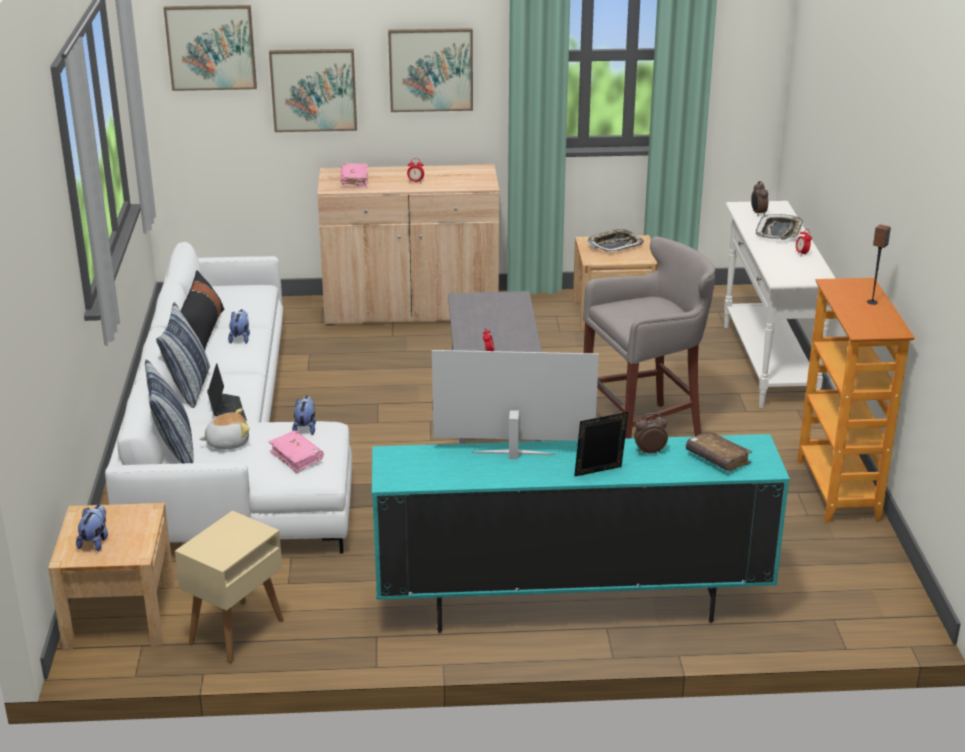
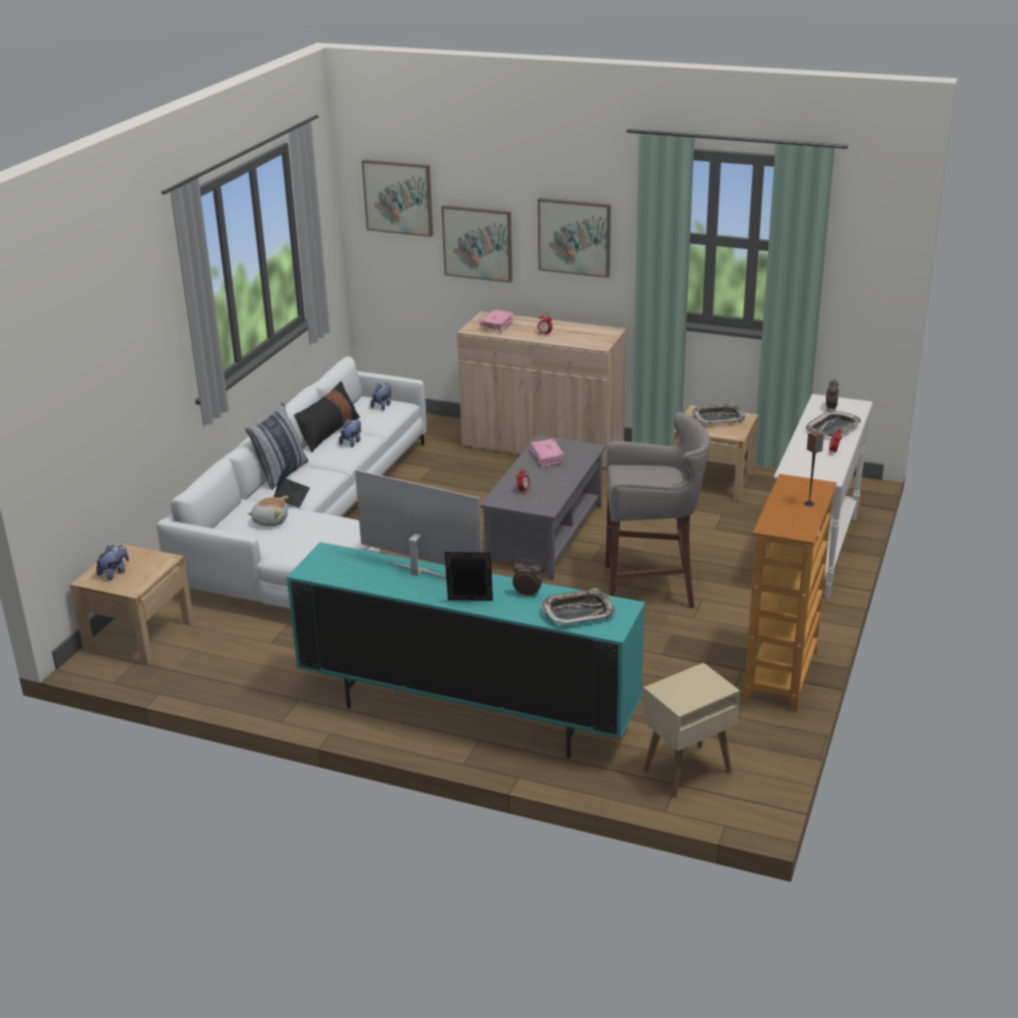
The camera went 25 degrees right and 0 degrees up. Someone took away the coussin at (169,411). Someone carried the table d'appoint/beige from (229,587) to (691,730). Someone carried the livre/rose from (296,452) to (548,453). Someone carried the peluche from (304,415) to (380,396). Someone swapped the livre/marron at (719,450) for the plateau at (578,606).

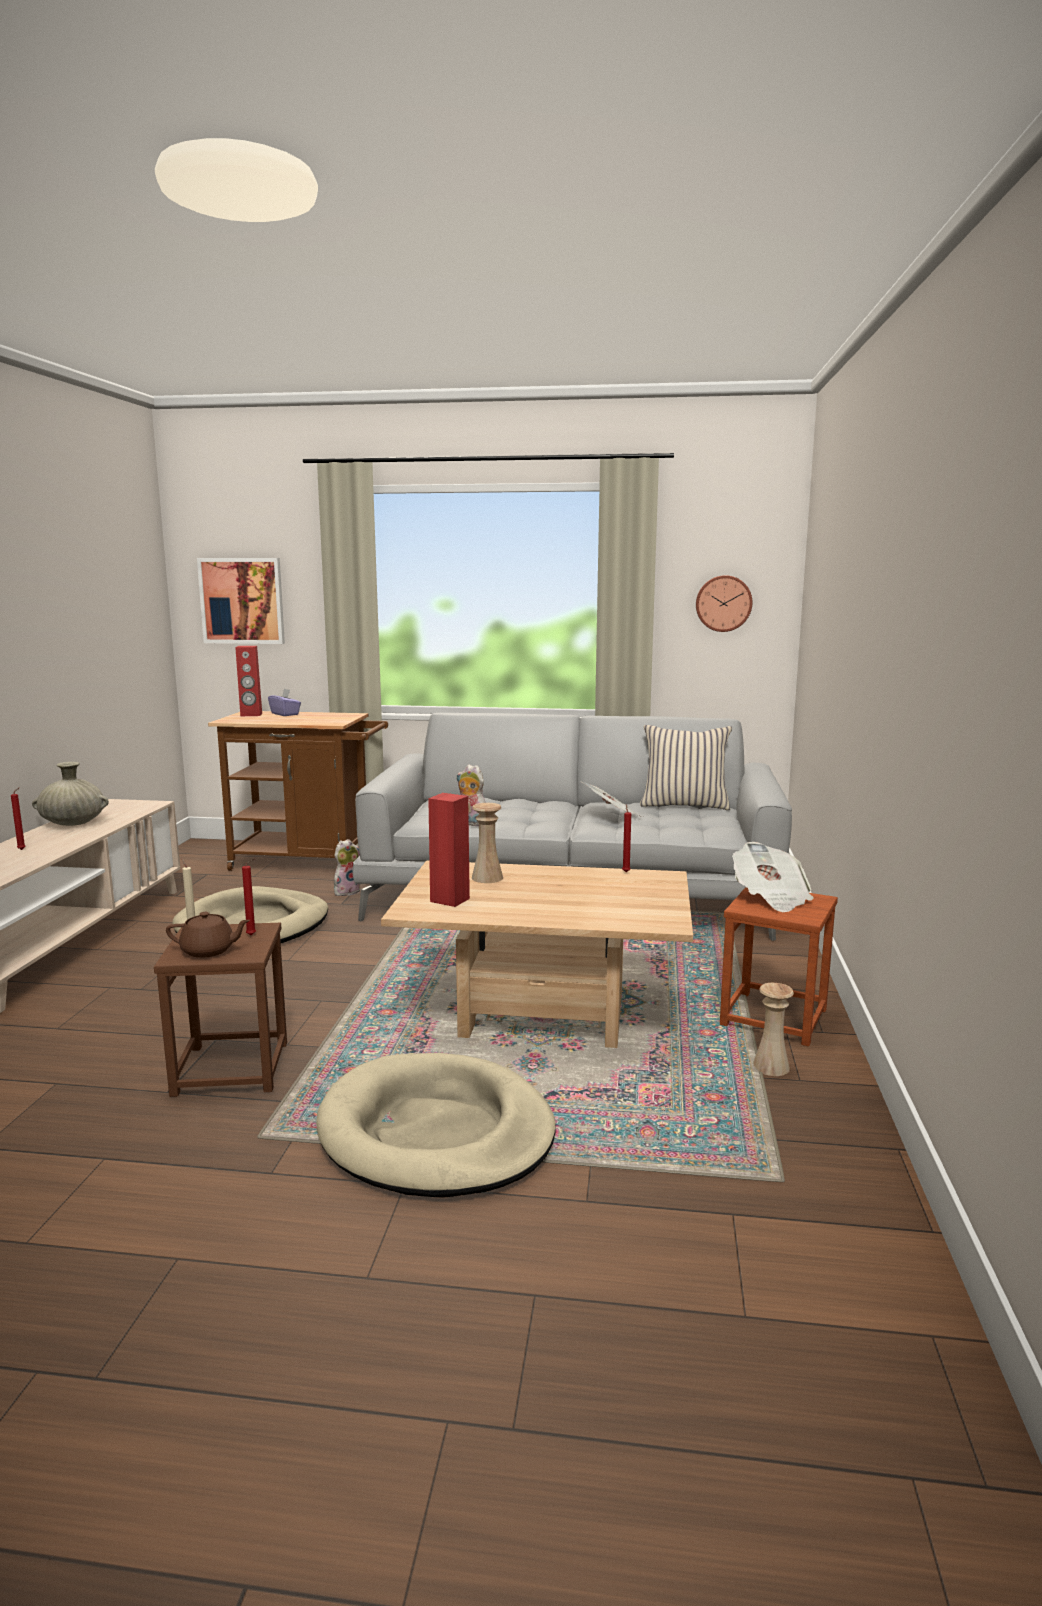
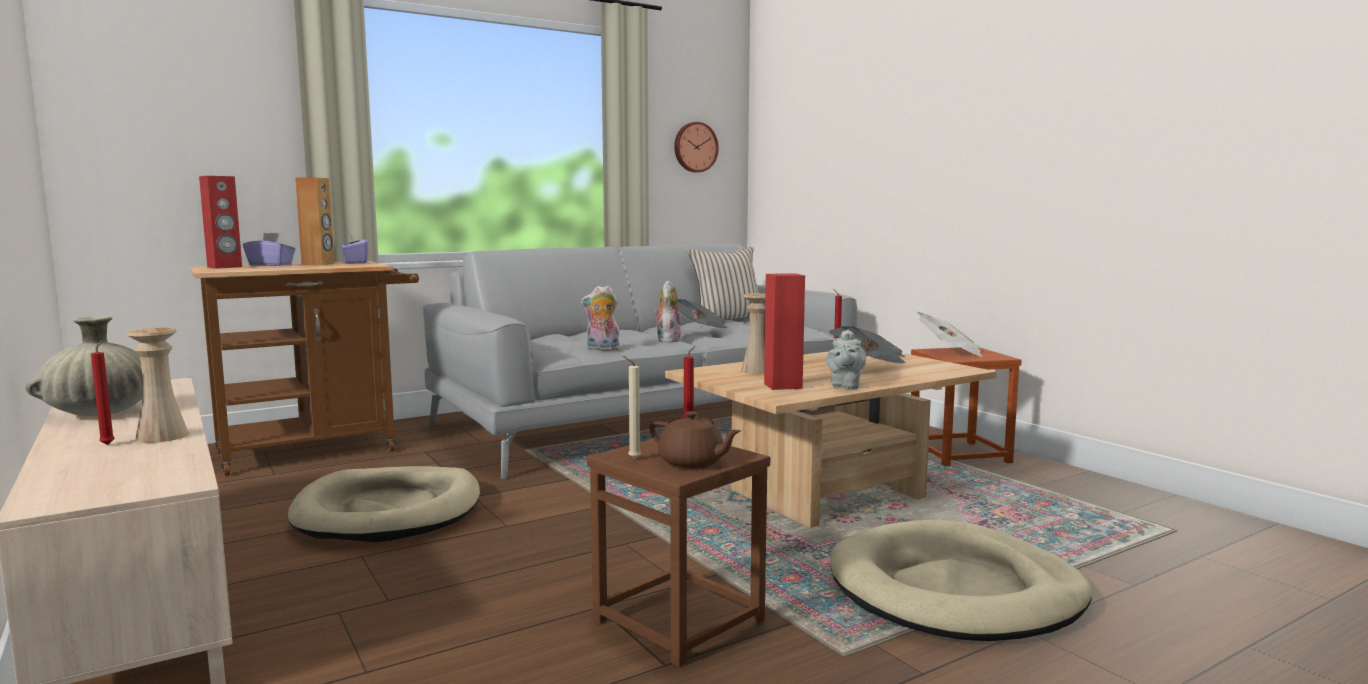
The camera went 40 degrees left and 5 degrees down. Someone rotated the théière/marron at (208,935) by 75 degrees clockwise. Someone took away the tableau at (241,601). Someone carried the peluche from (347,867) to (667,311). Someone carried the vase/beige from (773,1029) to (158,385). Someone put down the enceinte/marron at (315,221). Someone put down the boîte à mouchoirs/violet at (354,247). Someone put down the théière/gris at (846,359). Someone put down the journal at (867,344).

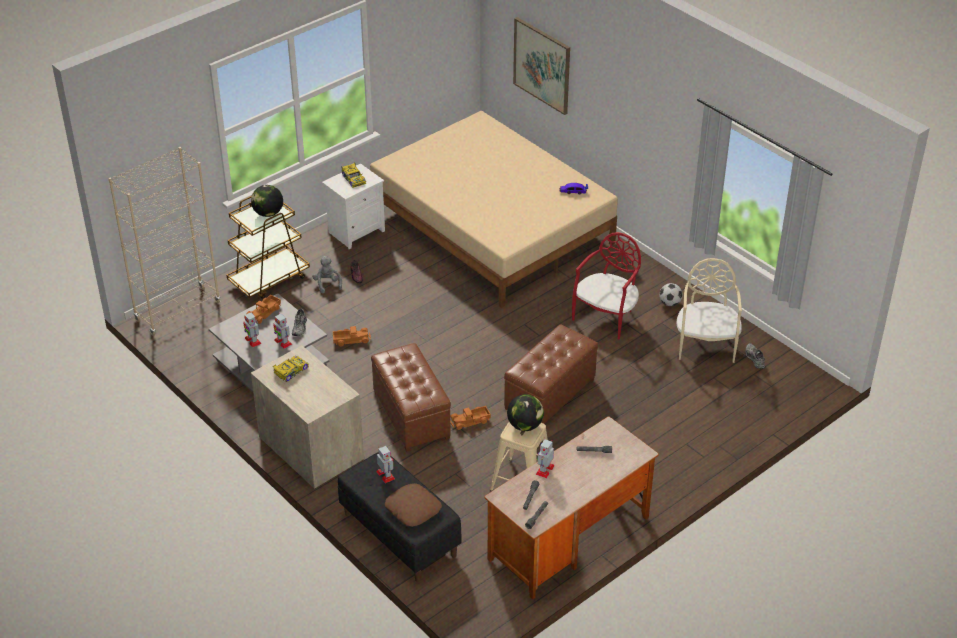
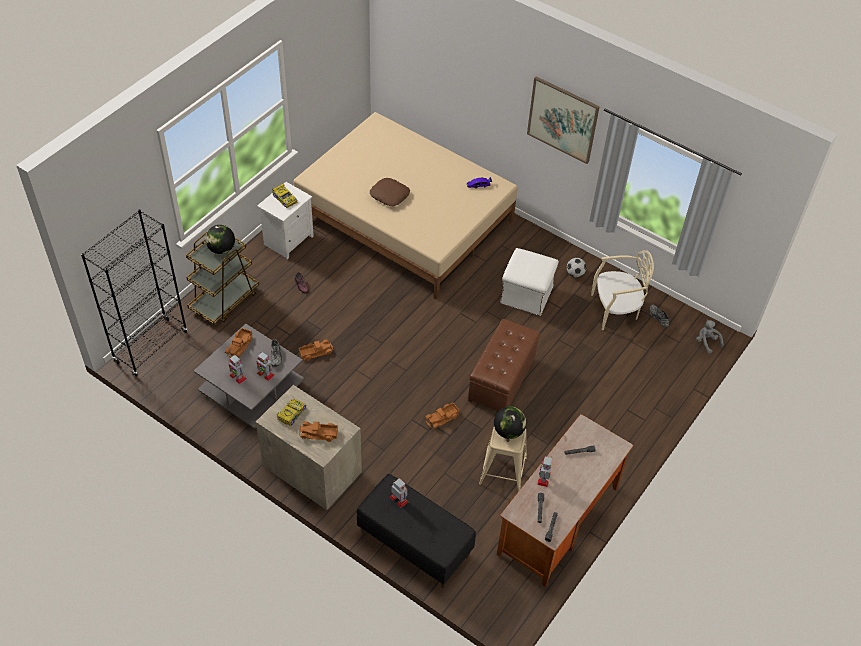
The camera went 15 degrees left and 10 degrees up. Someone repainted the bibliothèque/beige at (164,241), which became the bibliothèque/noir at (134,292). Someone carried the peluche/gris from (327,275) to (710,337). Someone took away the pouf/marron at (411,397). Someone carried the coussin/marron from (413,505) to (390,192). Someone carried the tableau from (541,66) to (563,120). Someone swapped the chaise/rouge at (606,285) for the pouf/blanc at (529,282). Someone rotated the chaise/beige at (709,310) by 90 degrees clockwise. Someone put down the camion jouet at (318,431).

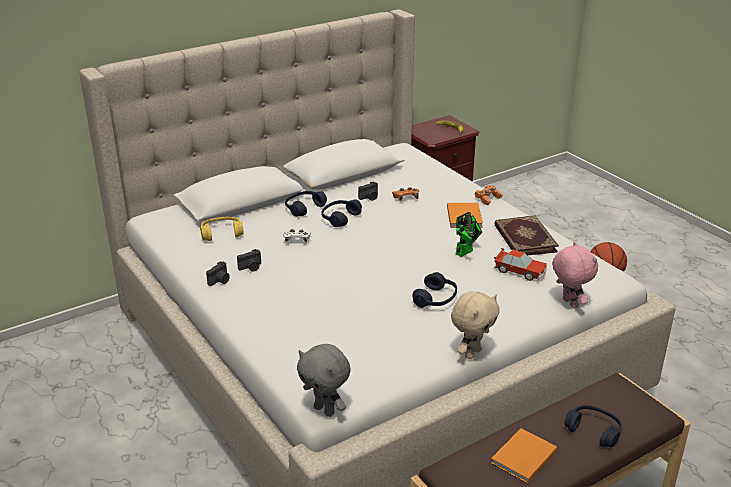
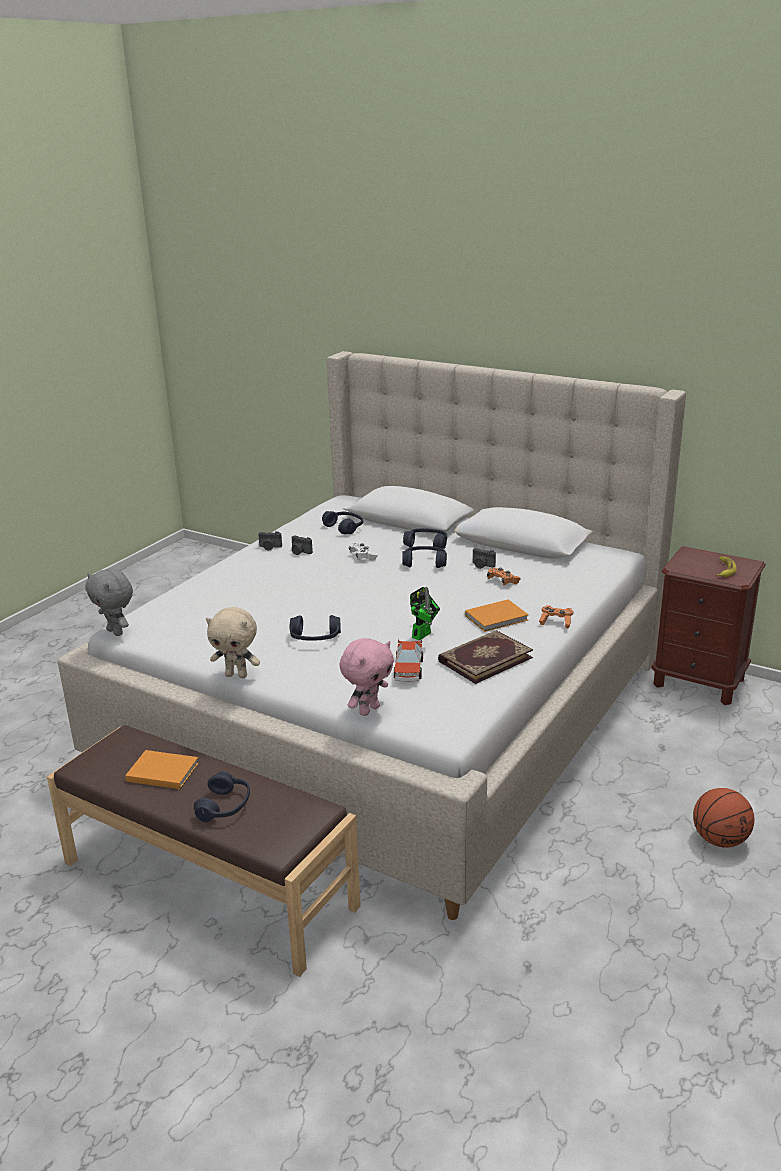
The camera went 65 degrees right and 5 degrees down. Someone repainted the casque audio/jaune at (222,229), which became the casque audio/bleu at (342,522). Someone rotated the peluche/gris at (324,380) by 60 degrees counterclockwise. Someone rotated the robot jouet at (469,234) by 75 degrees counterclockwise.

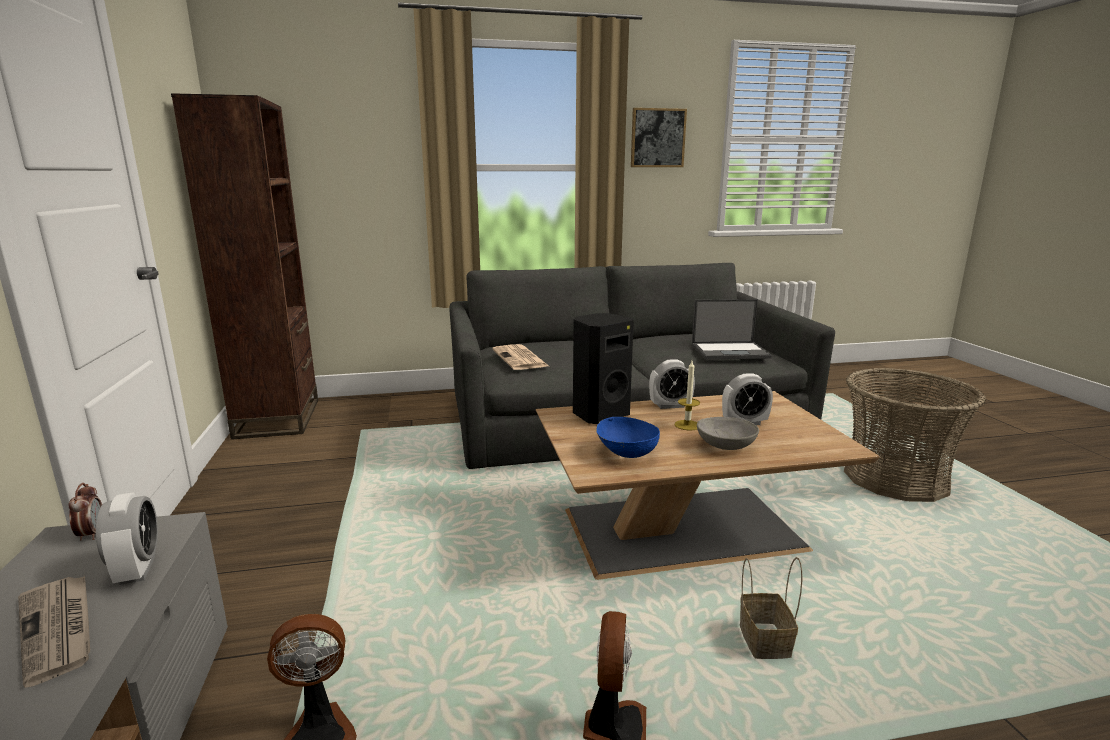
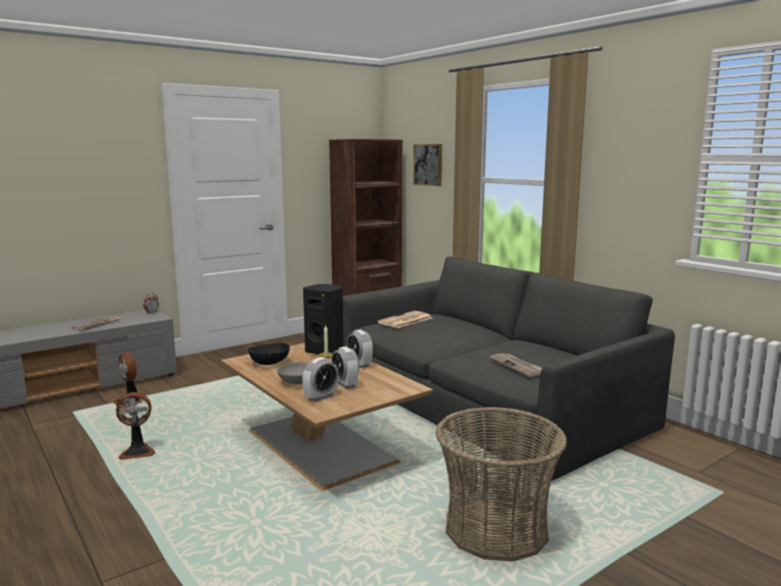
The camera went 65 degrees right and 5 degrees down. Someone carried the réveil from (127,538) to (320,379). Someone repainted the bol/bleu at (628,437), which became the bol/noir at (269,353). Someone carried the tableau from (659,137) to (427,165). Someone swapped the ordinateur portable at (732,329) for the journal at (516,365). Someone took away the panier at (771,608).

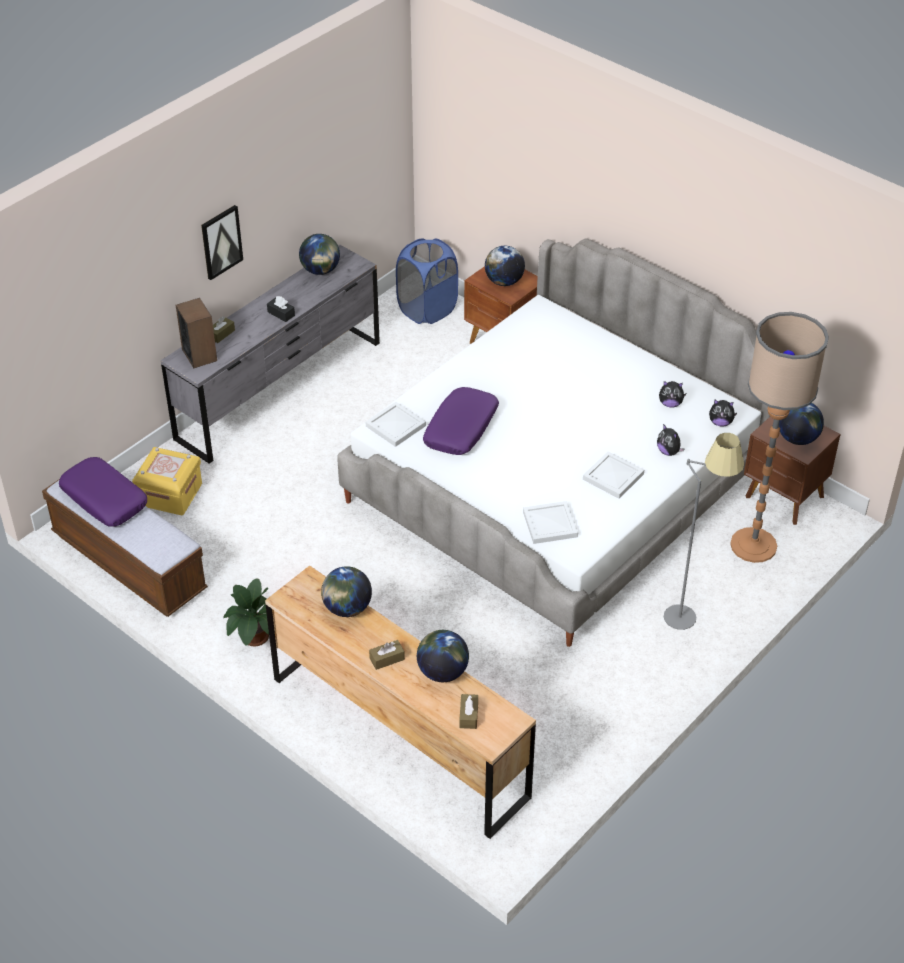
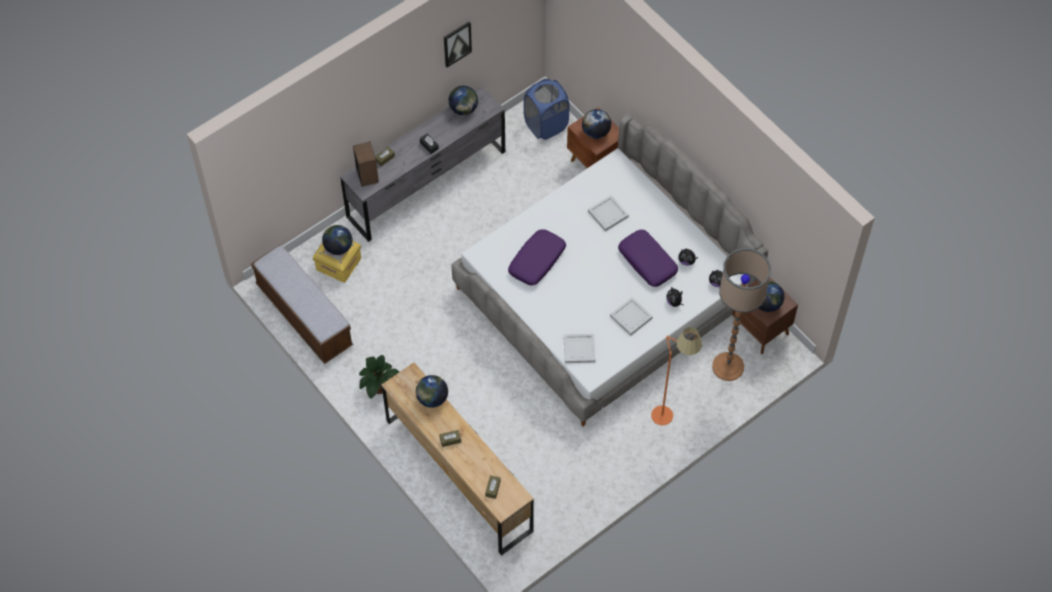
The camera went 10 degrees right and 15 degrees up. Someone carried the coussin/violet from (103,492) to (648,258). Someone carried the tableau from (222,242) to (458,44). Someone carried the plateau/blanc from (396,424) to (608,213). Someone carried the globe from (443,656) to (337,240). Someone repainted the lampadaire/gris at (704,531), which became the lampadaire/orange at (676,376).

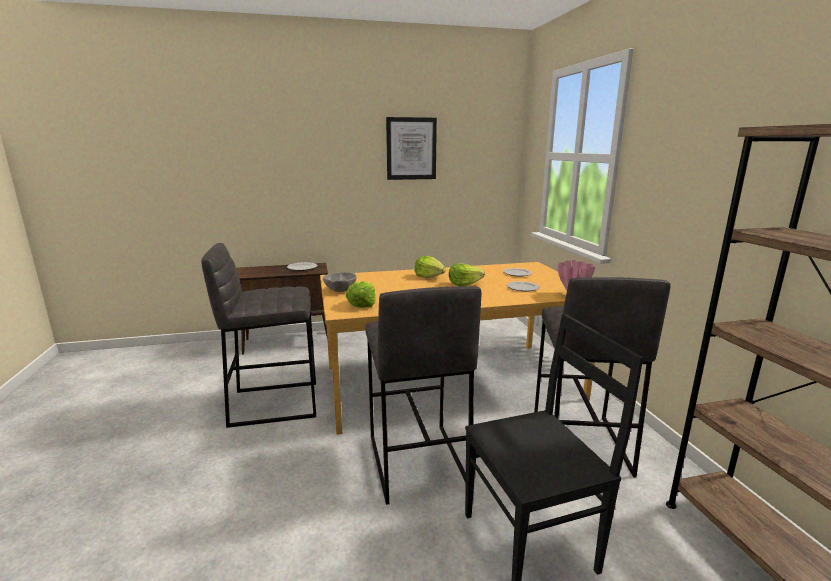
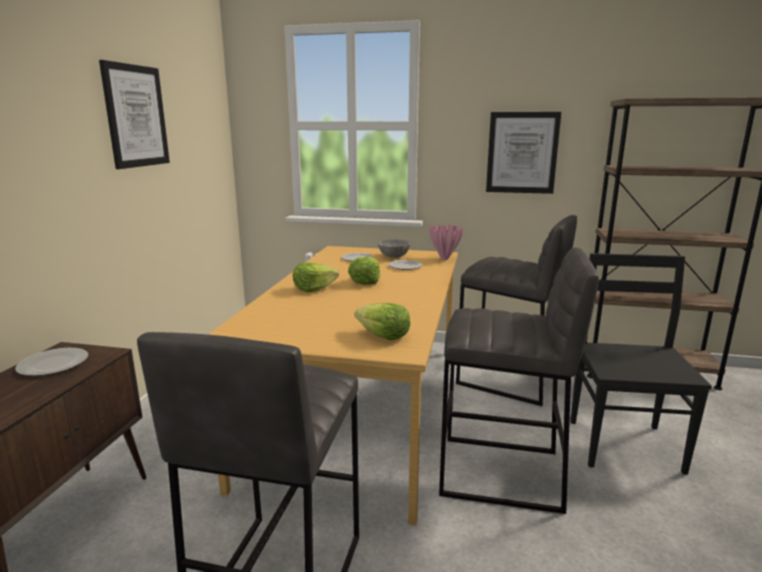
The camera went 65 degrees left and 0 degrees up. Someone carried the bol/gris from (340,282) to (394,248). Someone put up the tableau at (523,153).

